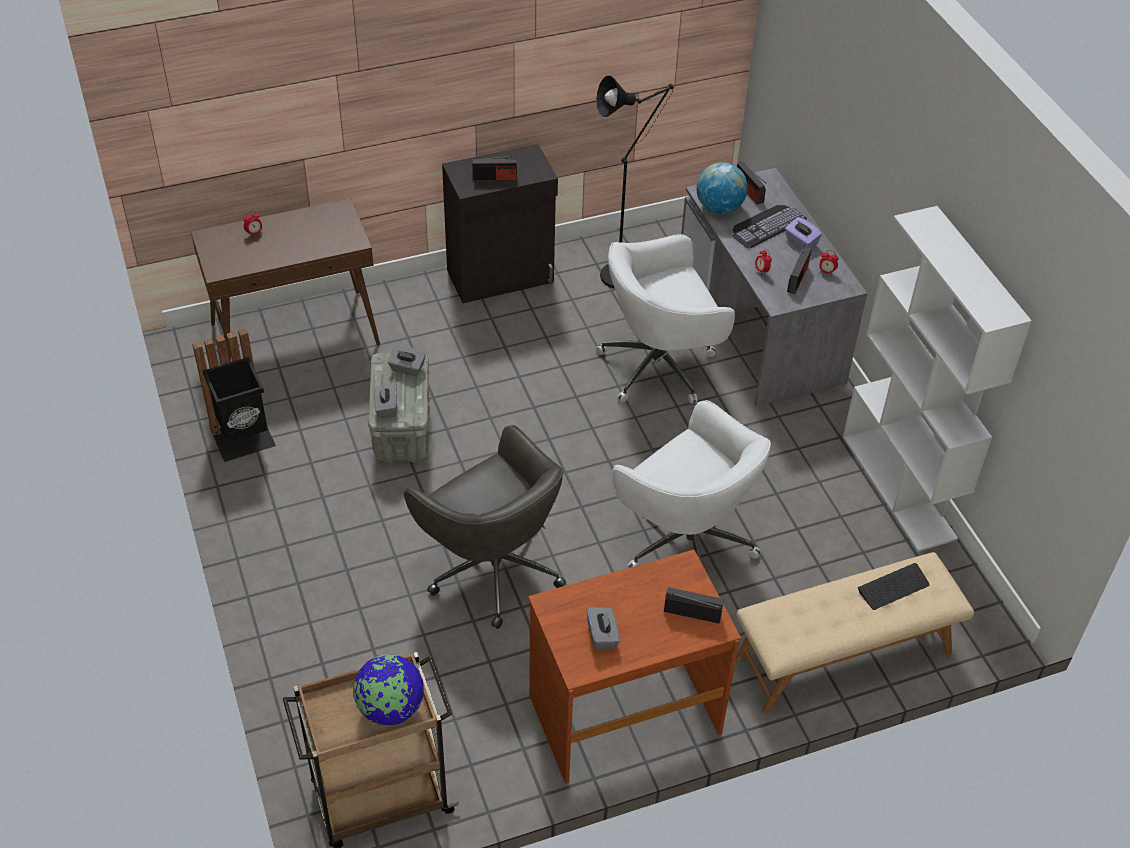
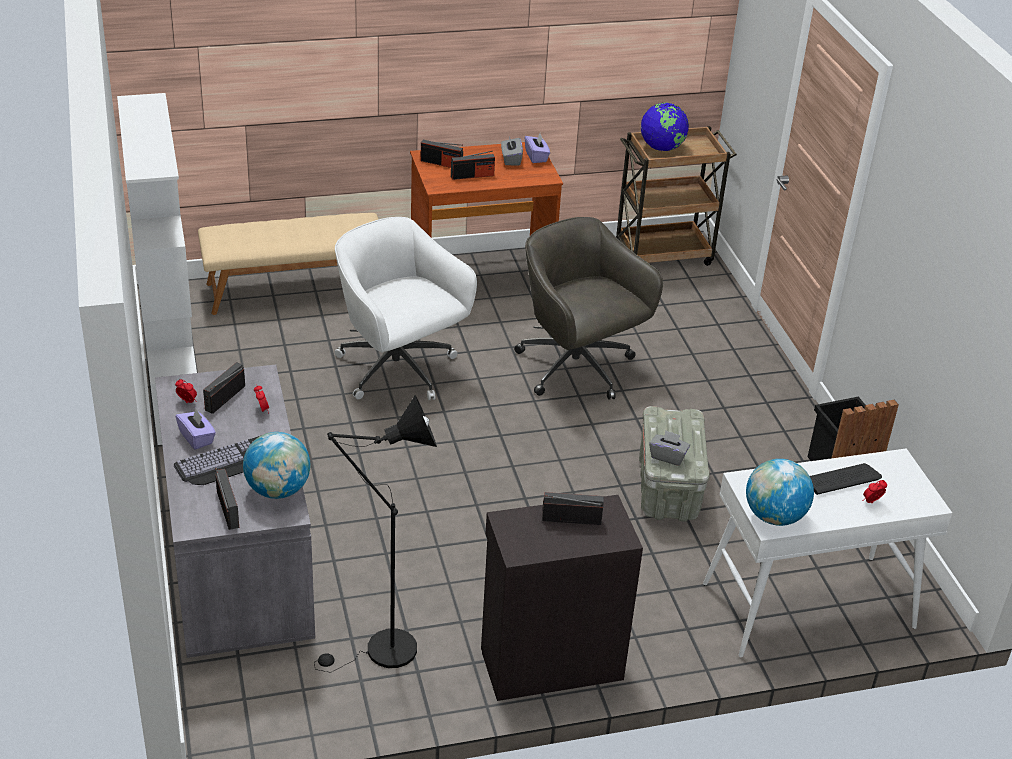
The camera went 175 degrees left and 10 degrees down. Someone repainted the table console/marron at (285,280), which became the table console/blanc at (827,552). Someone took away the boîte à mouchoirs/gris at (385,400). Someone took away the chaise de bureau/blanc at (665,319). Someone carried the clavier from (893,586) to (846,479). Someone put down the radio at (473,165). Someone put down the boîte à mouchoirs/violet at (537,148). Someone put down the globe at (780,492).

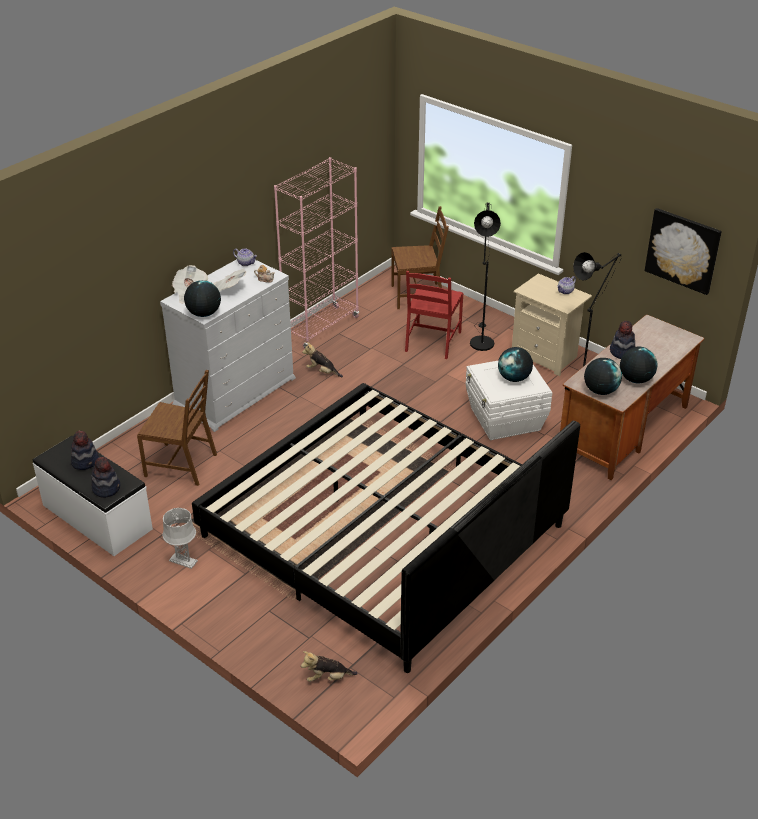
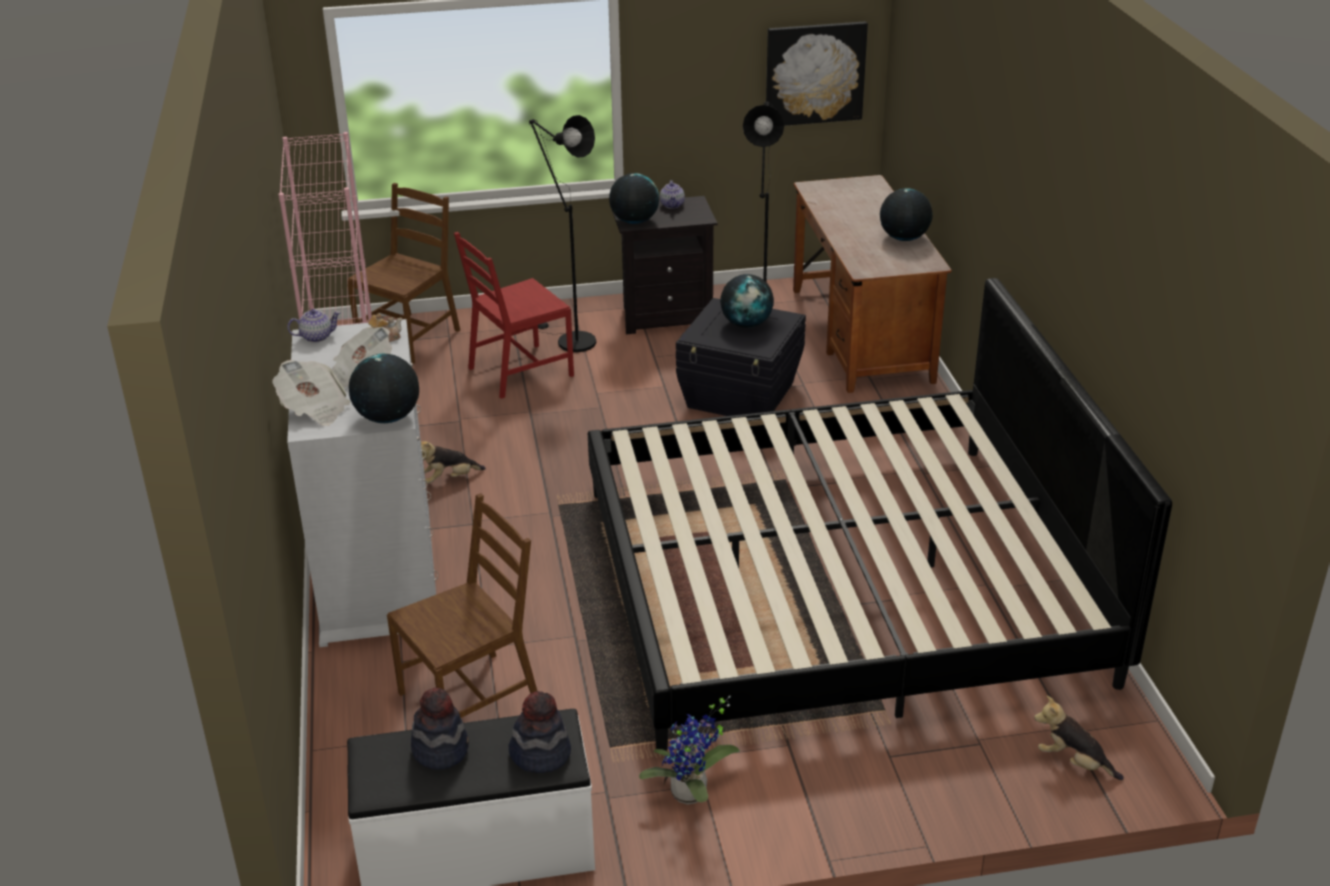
The camera went 50 degrees left and 5 degrees down. Someone swapped the lampe de table/gris at (180,538) for the plante en pot at (689,750). Someone rotated the peluche at (329,666) by 90 degrees clockwise. Someone rotated the chaise/rouge at (434,315) by 90 degrees clockwise. Someone repainted the boîte de rangement/blanc at (509,400), which became the boîte de rangement/noir at (741,357). Someone repainted the table de chevet/beige at (552,324), which became the table de chevet/noir at (665,265). Someone carried the globe from (603,376) to (634,198). Someone took away the chapeau at (622,340).

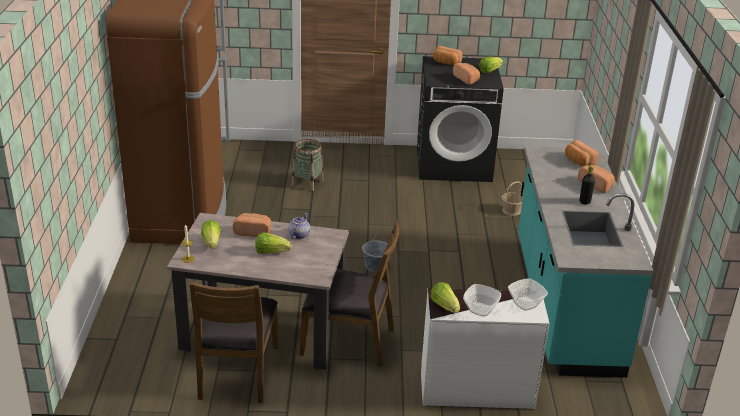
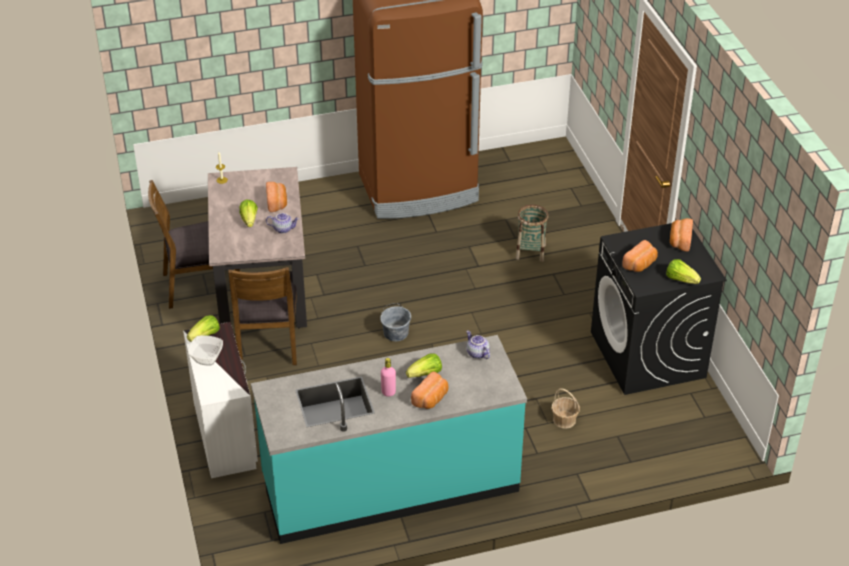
The camera went 75 degrees right and 10 degrees up. Someone carried the laitue from (211,234) to (424,365). Someone took away the bol at (528,294). Someone took away the pain at (582,153). Someone repainted the bouteille/noir at (587,185), which became the bouteille/rose at (388,377). Someone put down the théière at (478,344).

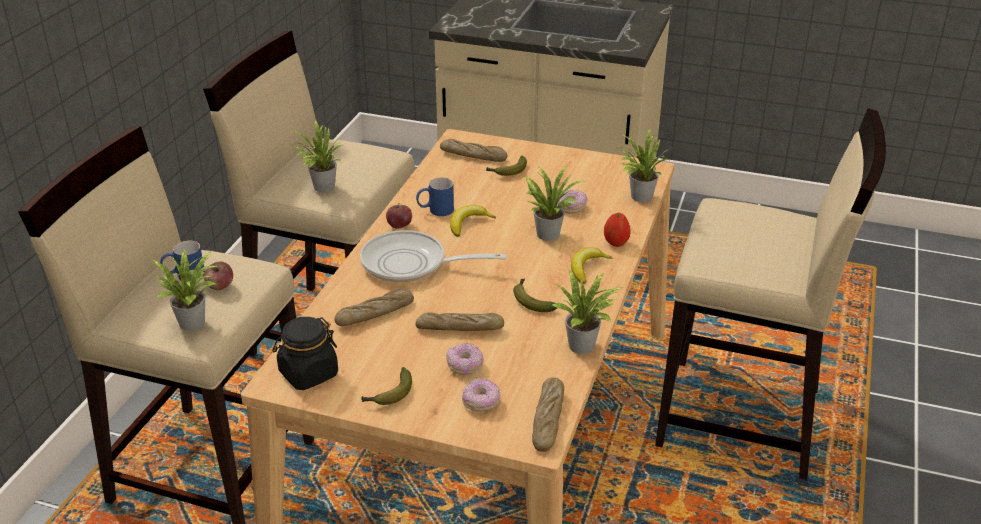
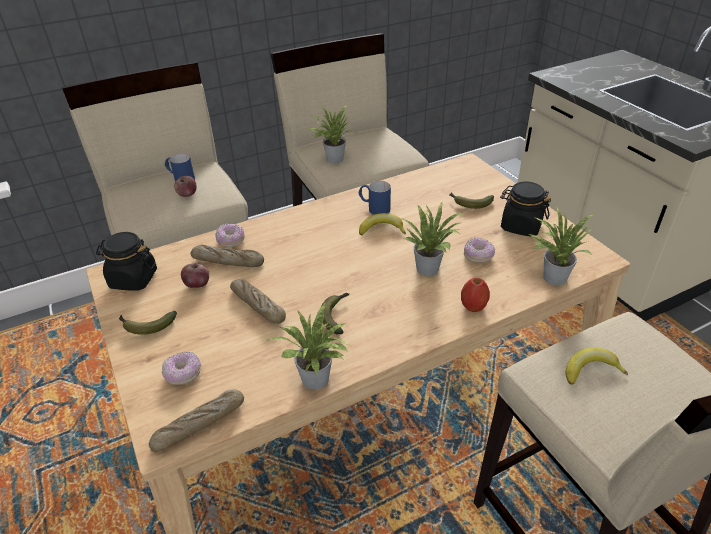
The camera went 45 degrees right and 5 degrees up. Someone took away the plante en pot at (185,290). Someone took away the poêle at (433,256). Someone carried the pomme from (399,216) to (195,276). Someone took away the pain at (473,150). Someone carried the beignet from (465,359) to (230,235). Someone carried the banane from (592,265) to (597,366). Someone put down the bocal/noir at (525,209).

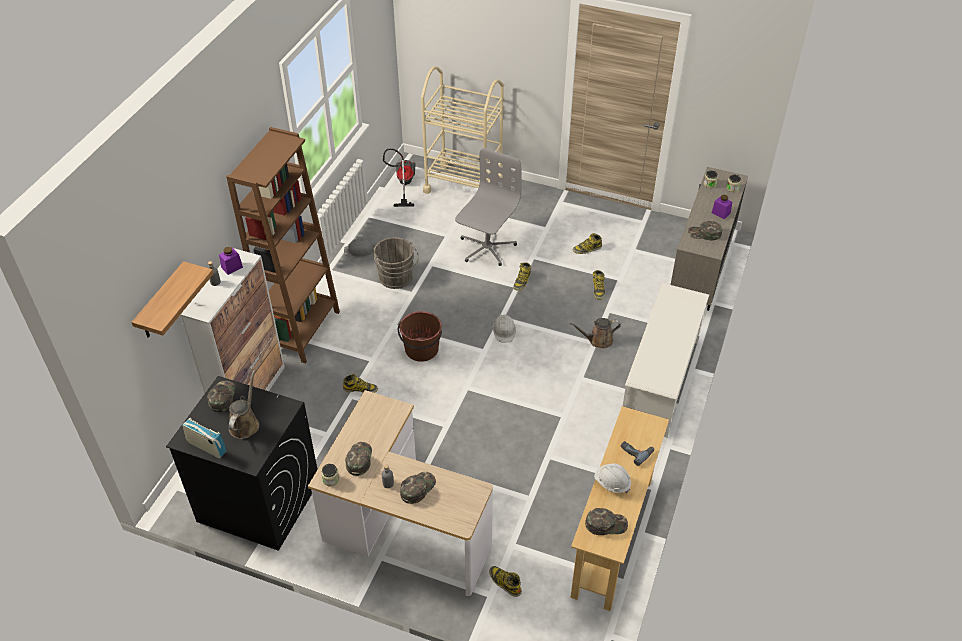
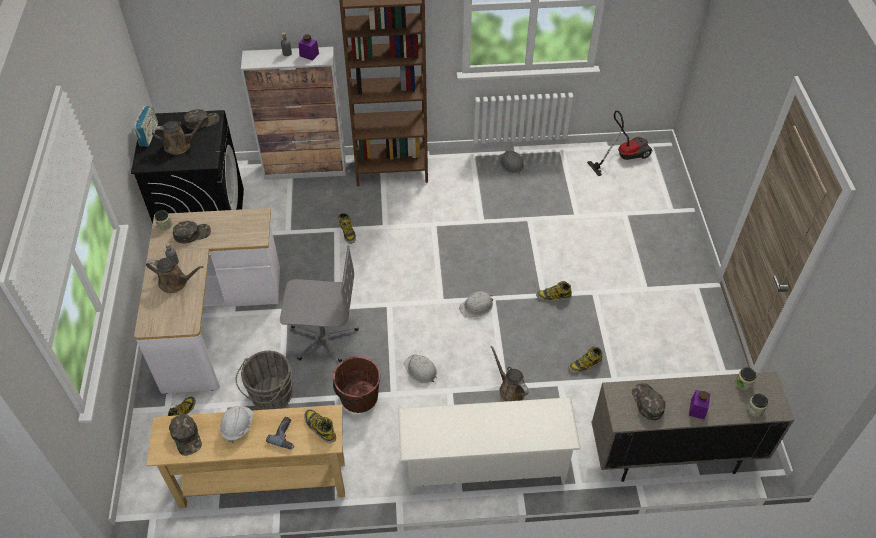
The camera went 65 degrees right and 5 degrees up. Someone took away the étagère at (172,299). Someone carried the seau/gris from (396,263) to (264,380). Someone carried the seau/marron from (420,336) to (356,384). Someone swapped the casquette/vert at (418,488) for the arrosoir/marron at (175,275). Someone took away the chariot/beige at (462,130). Someone carried the chaise de bureau/gris from (488,207) to (319,304). Someone carried the botte from (587,243) to (320,426). Someone put down the casque de chantier/blanc at (420,369).

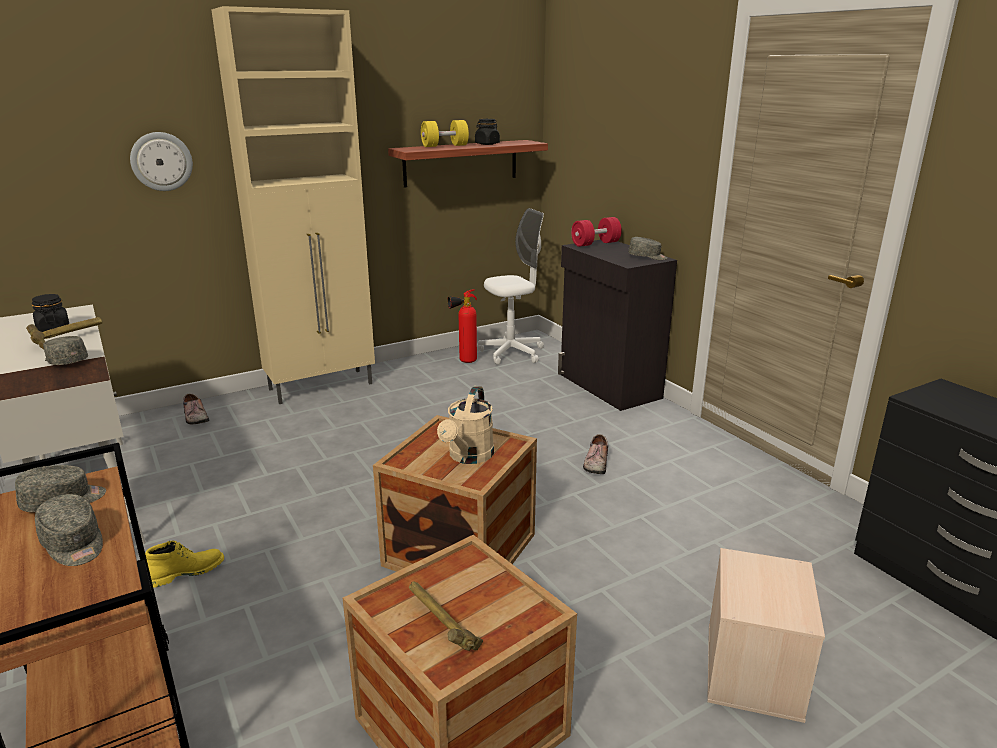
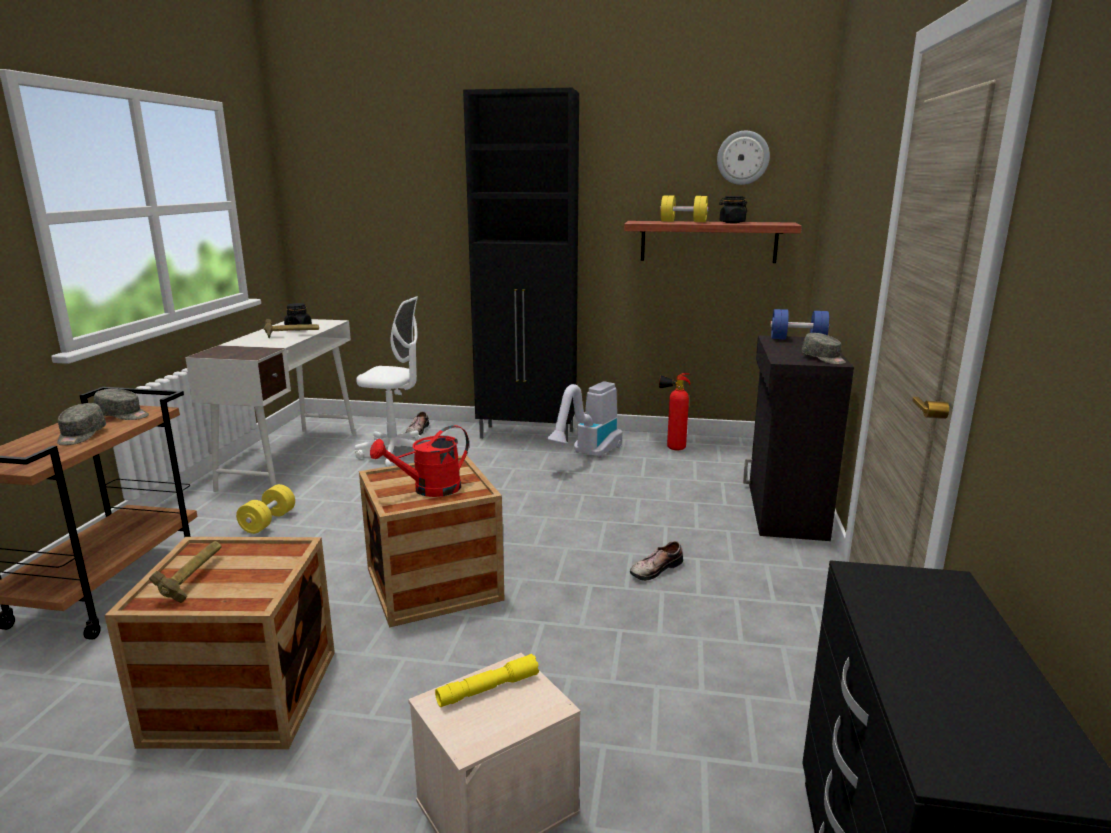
The camera went 40 degrees right and 5 degrees down. Someone took away the casquette/gris at (65,350). Someone carried the horloge murale from (161,161) to (743,158). Someone swapped the botte/jaune at (184,564) for the haltère/jaune at (265,509). Someone repainted the meuble de rangement/beige at (293,205), which became the meuble de rangement/noir at (521,265). Someone repainted the arrosoir/beige at (465,425), which became the arrosoir/rouge at (419,461). Someone carried the chaise de bureau/blanc from (510,286) to (388,381). Someone repainted the haltère/rouge at (596,232), which became the haltère/bleu at (799,324). Someone put down the lampe de poche/jaune at (487,680). Someone put down the aspirateur at (584,420).

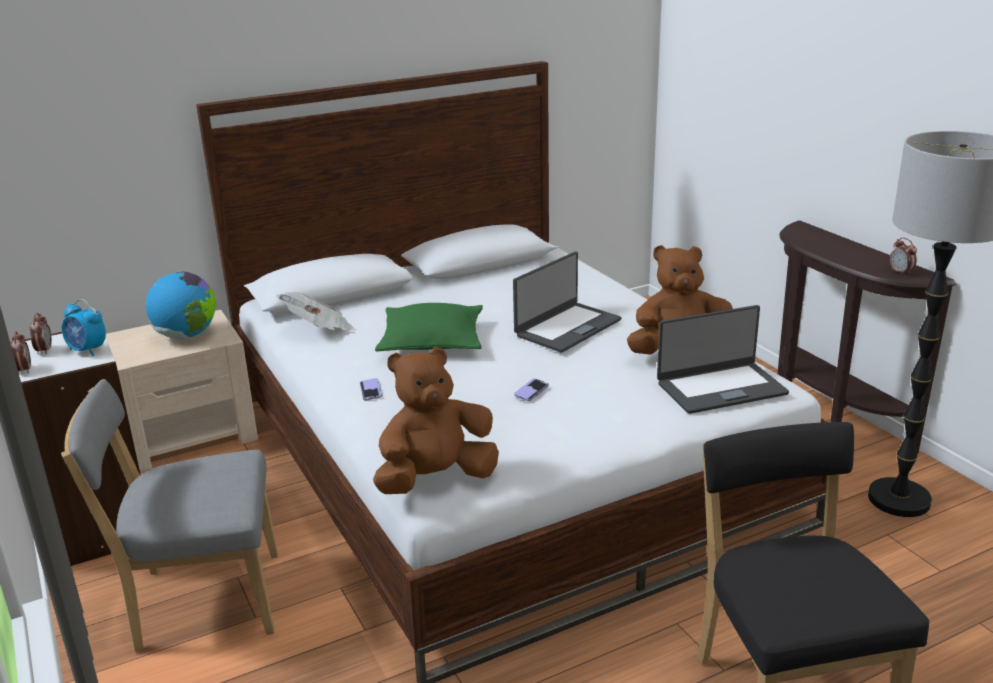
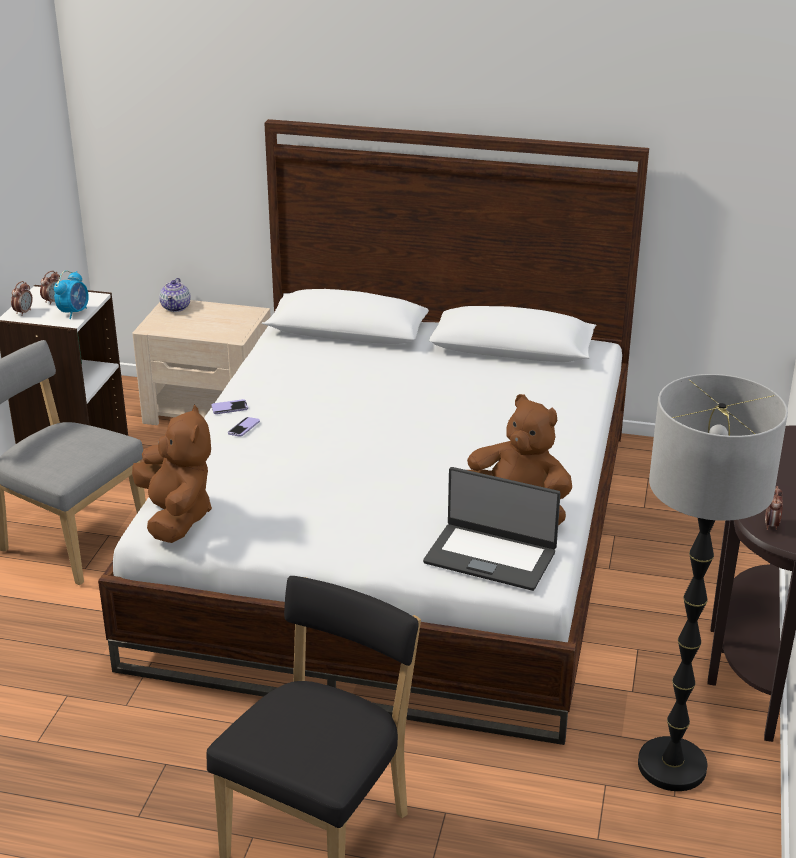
The camera went 40 degrees right and 5 degrees up. Someone rotated the réveil at (84,327) by 135 degrees counterclockwise. Someone took away the globe at (181,305). Someone took away the journal at (316,311). Someone rotated the peluche/marron at (436,420) by 60 degrees clockwise. Someone took away the coussin/vert at (429,327). Someone took away the ordinateur portable at (567,301). Someone carried the téléphone from (531,389) to (230,406). Someone put down the théière at (175,295).

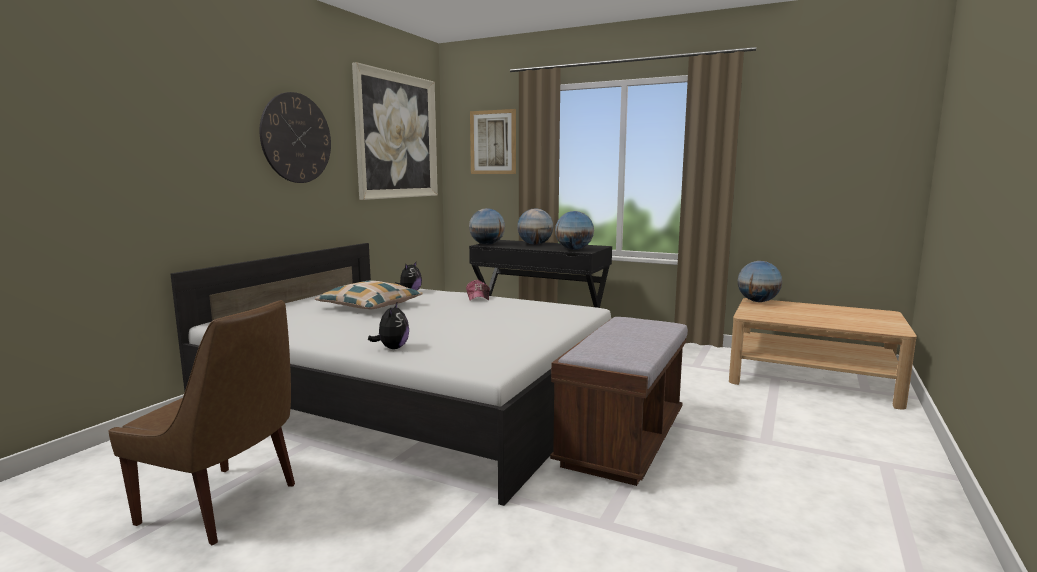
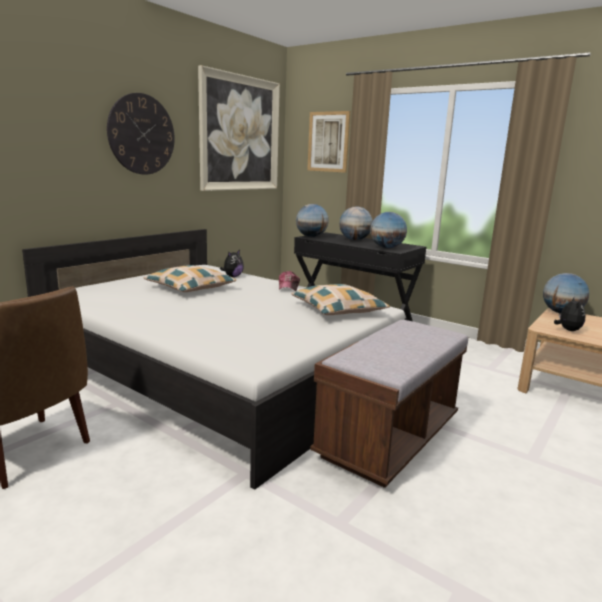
The camera went 10 degrees right and 5 degrees up. Someone carried the peluche from (388,326) to (570,314). Someone put down the coussin at (340,299).

